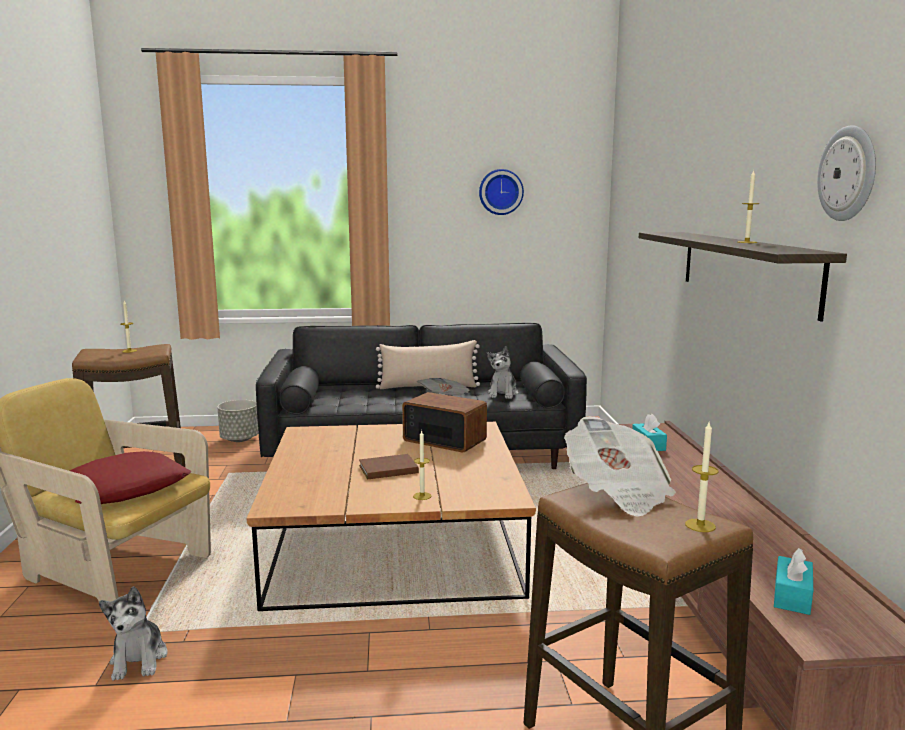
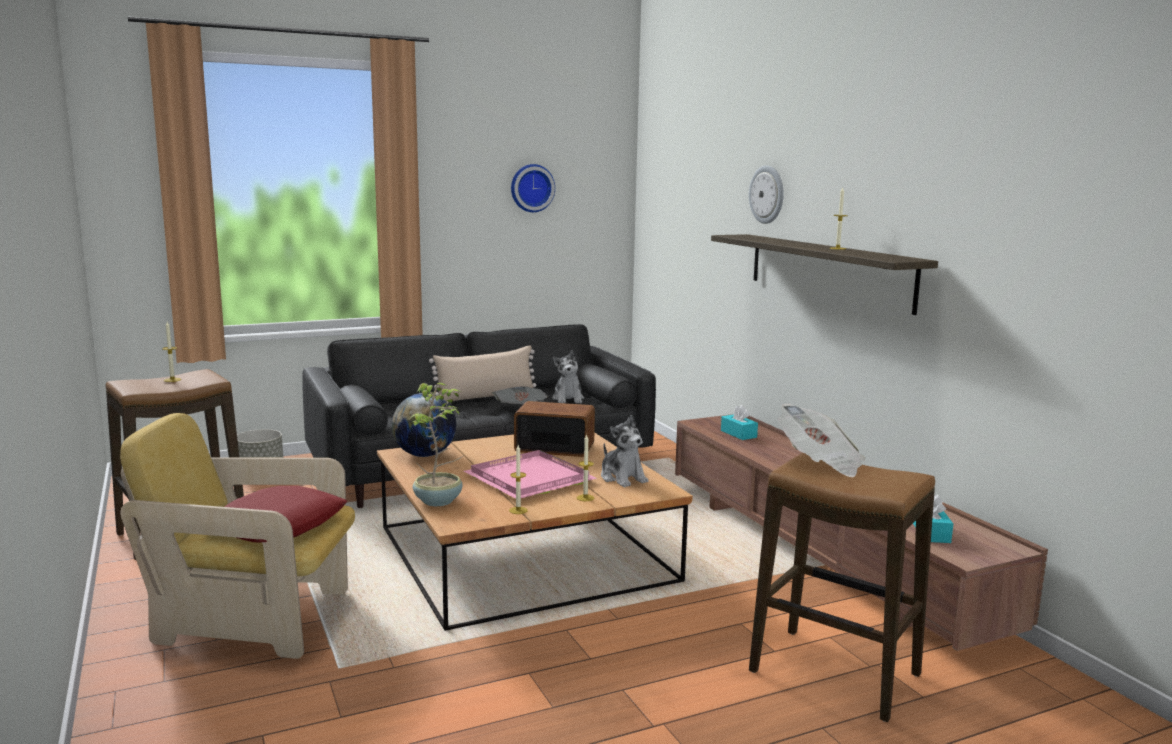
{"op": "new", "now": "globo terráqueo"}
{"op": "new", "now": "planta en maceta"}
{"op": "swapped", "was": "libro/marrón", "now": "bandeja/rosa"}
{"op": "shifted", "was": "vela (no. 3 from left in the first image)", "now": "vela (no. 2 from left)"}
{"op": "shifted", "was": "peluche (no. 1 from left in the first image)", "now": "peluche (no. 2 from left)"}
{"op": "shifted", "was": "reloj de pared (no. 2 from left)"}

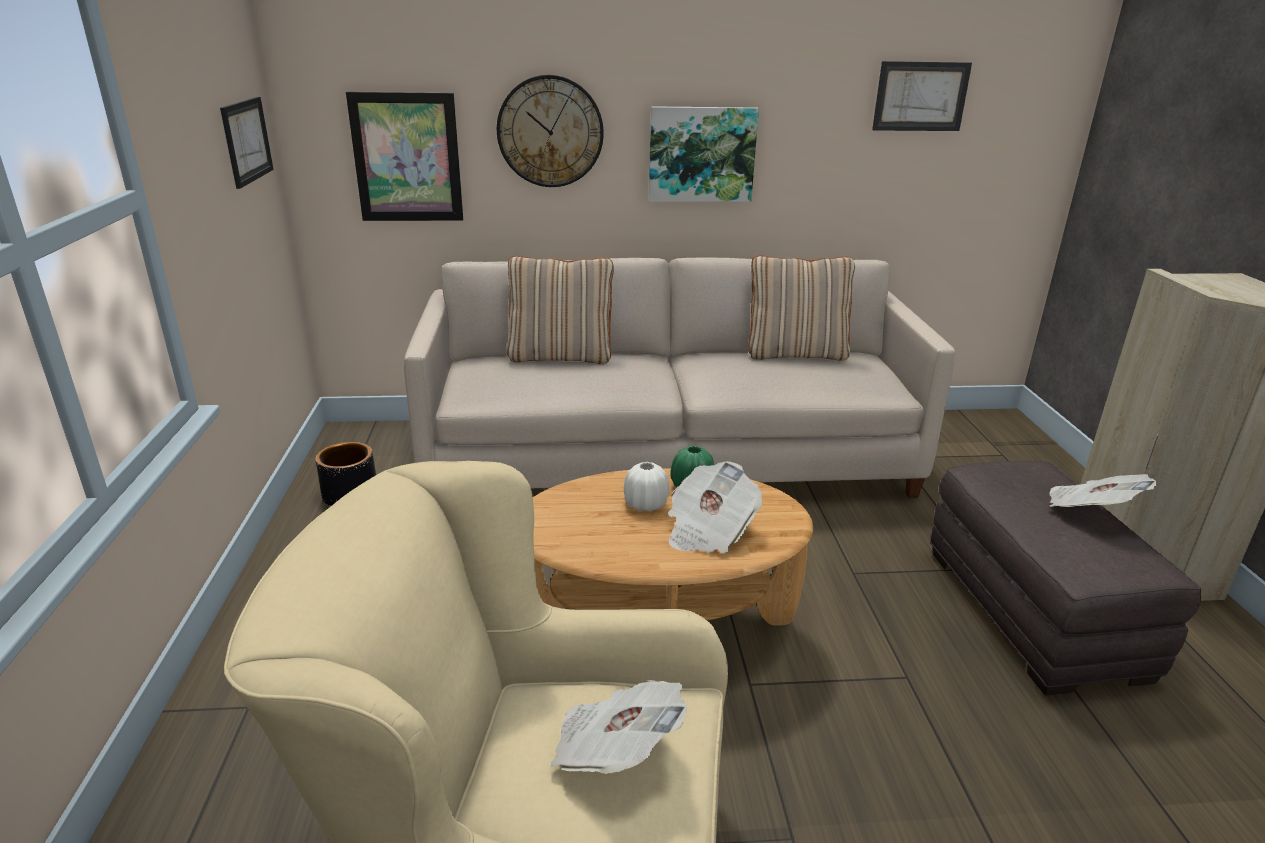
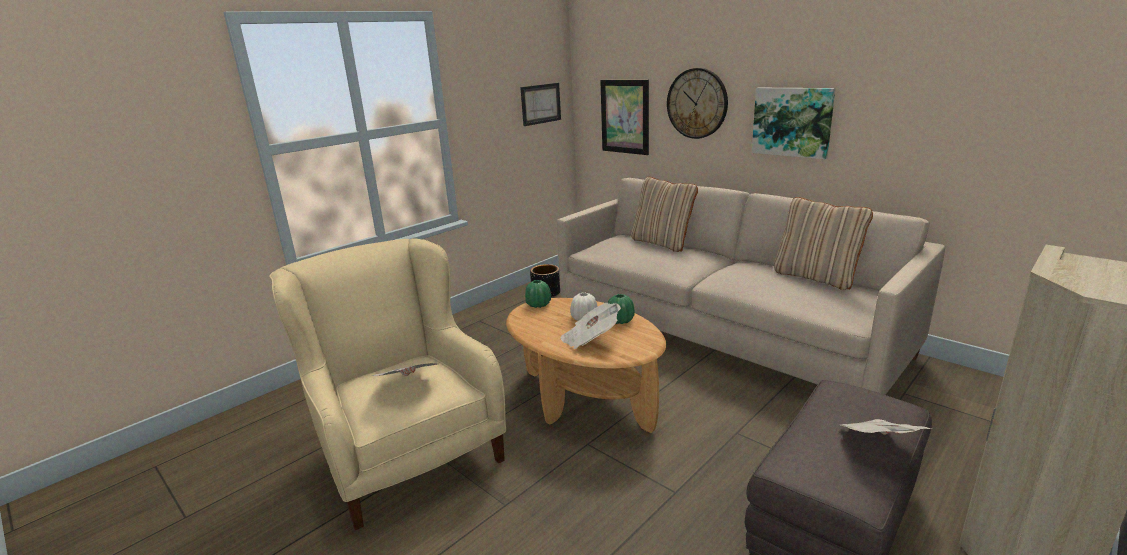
{"op": "new", "now": "florero/verde (no. 1 from left)"}
{"op": "gone", "was": "cuadro (no. 4 from left)"}

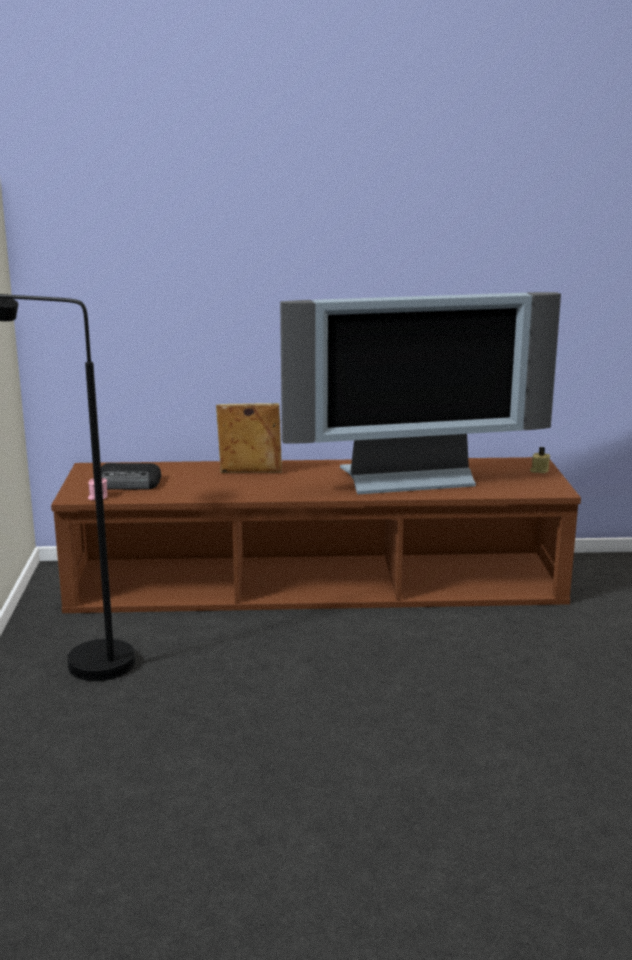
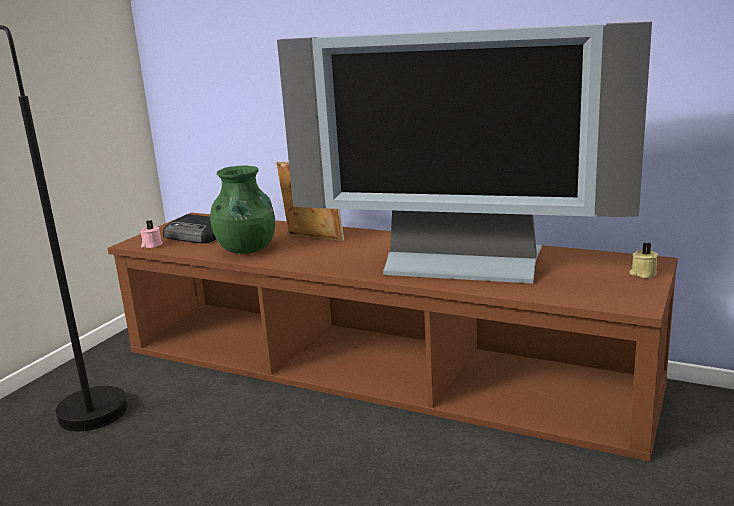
{"op": "new", "now": "florero/verde"}

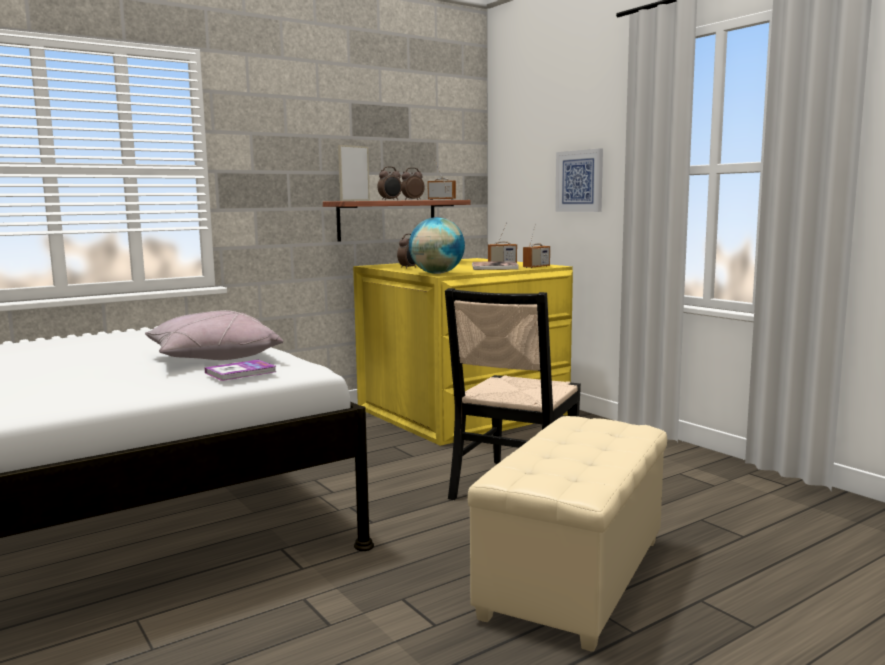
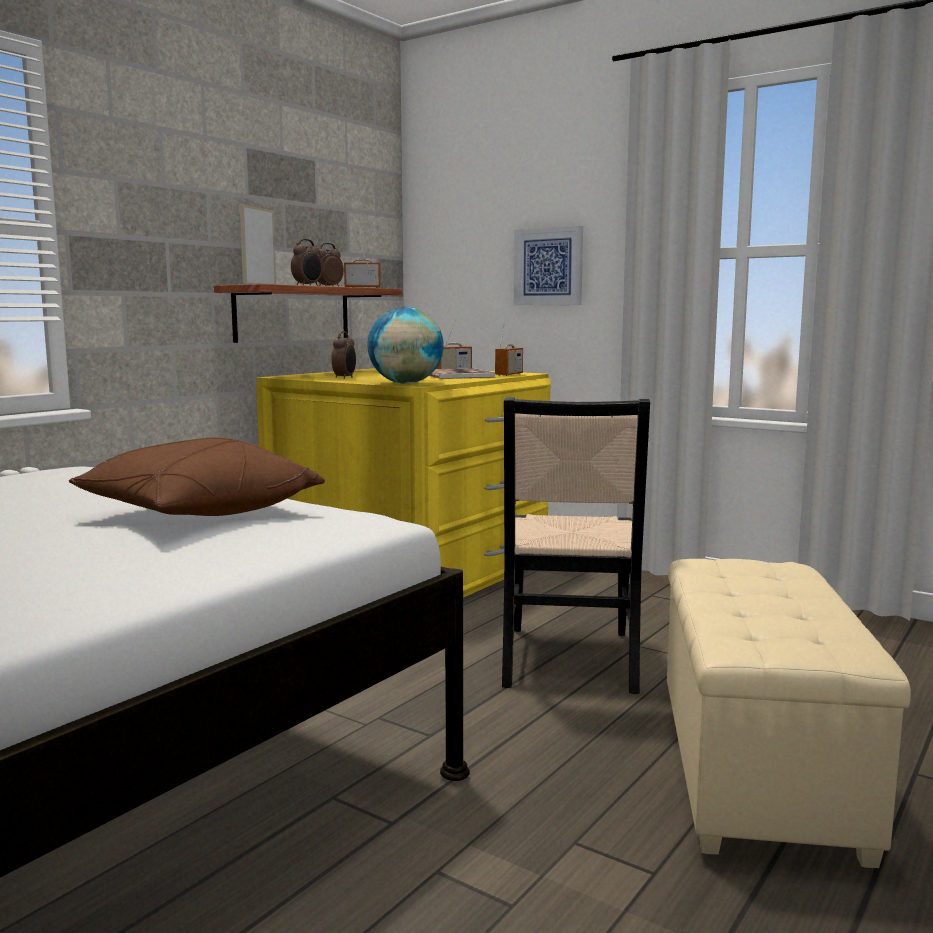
{"op": "repainted", "was": "cojín/morado", "now": "cojín/marrón"}
{"op": "gone", "was": "libro (no. 1 from left)"}

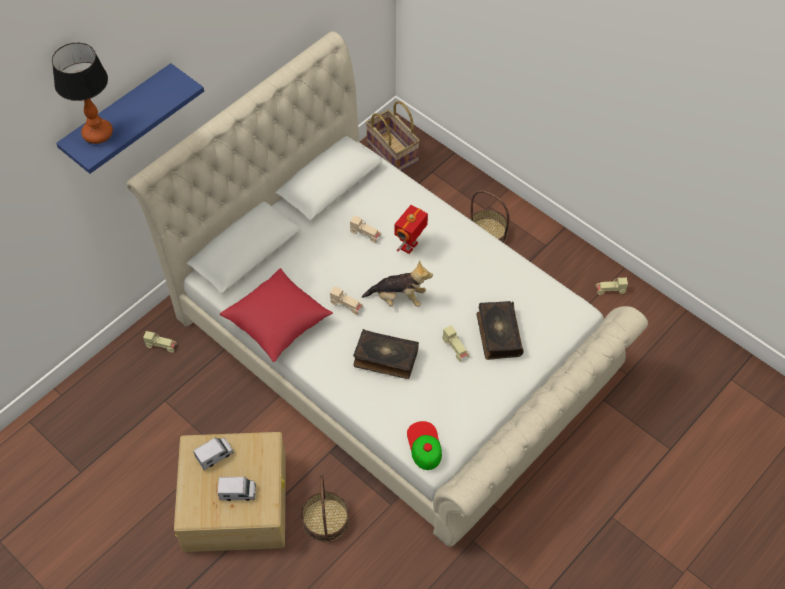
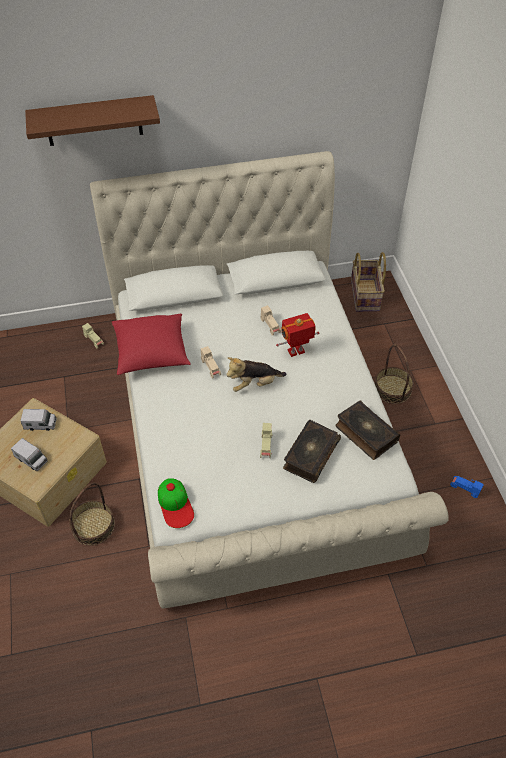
{"op": "repainted", "was": "estante/azul", "now": "estante/marrón"}
{"op": "rotated", "was": "gorra", "clockwise": 135}
{"op": "rotated", "was": "peluche", "clockwise": 120}
{"op": "shifted", "was": "libro (no. 1 from left in the first image)", "now": "libro (no. 2 from left)"}
{"op": "repainted", "was": "coche de juguete/beis (no. 5 from left)", "now": "coche de juguete/azul"}
{"op": "gone", "was": "lámpara de mesa"}

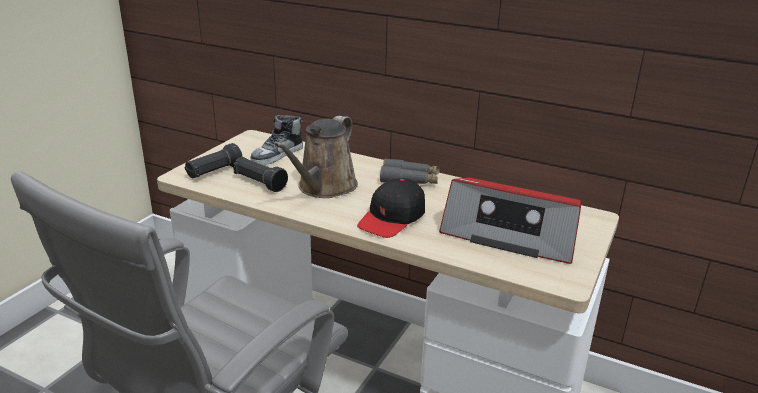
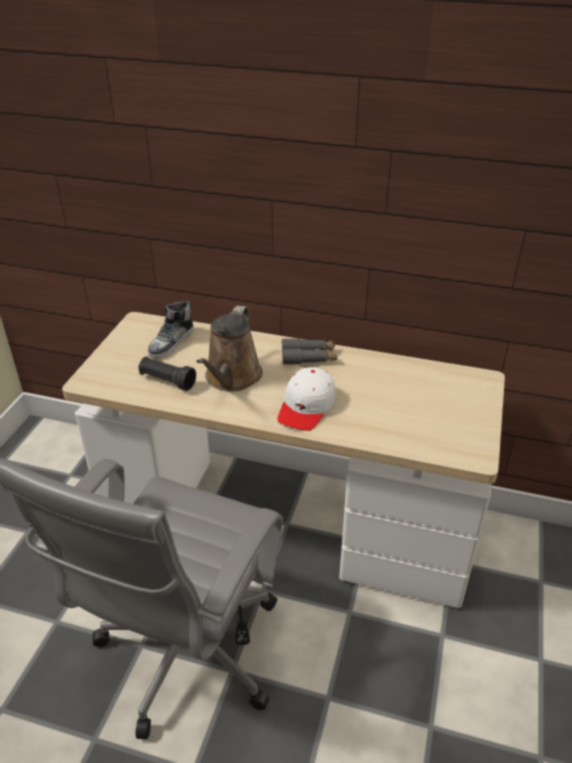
{"op": "repainted", "was": "gorra/negro", "now": "gorra/blanco"}
{"op": "gone", "was": "linterna/negro (no. 1 from left)"}
{"op": "gone", "was": "radio"}

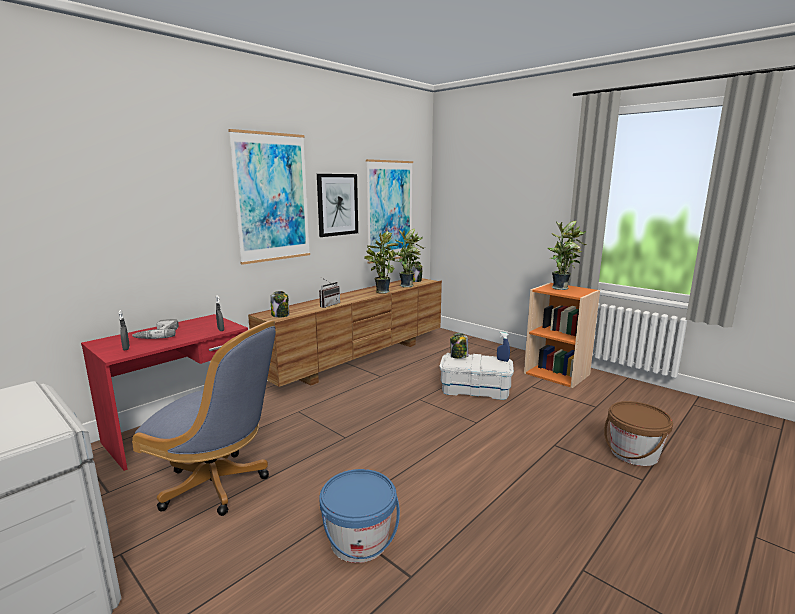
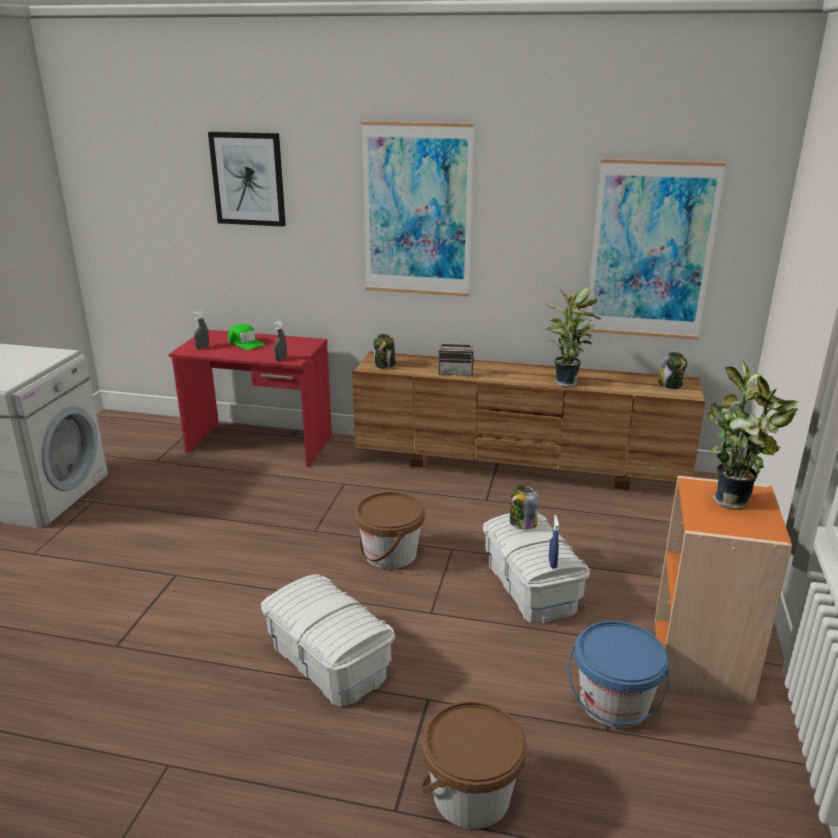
{"op": "shifted", "was": "cuadro (no. 2 from left in the first image)", "now": "cuadro (no. 1 from left)"}
{"op": "swapped", "was": "taladro", "now": "gorra/verde"}
{"op": "new", "now": "caja de almacenaje/blanco (no. 1 from left)"}
{"op": "new", "now": "cubo/marrón (no. 1 from left)"}
{"op": "shifted", "was": "cubo/azul"}
{"op": "gone", "was": "silla de oficina/azul"}
{"op": "gone", "was": "planta en maceta (no. 2 from left)"}

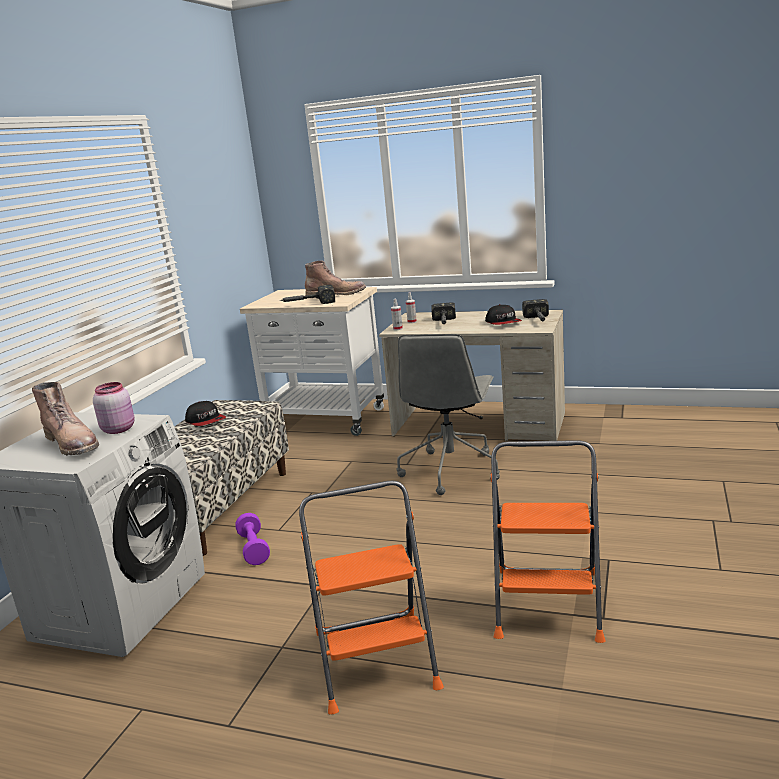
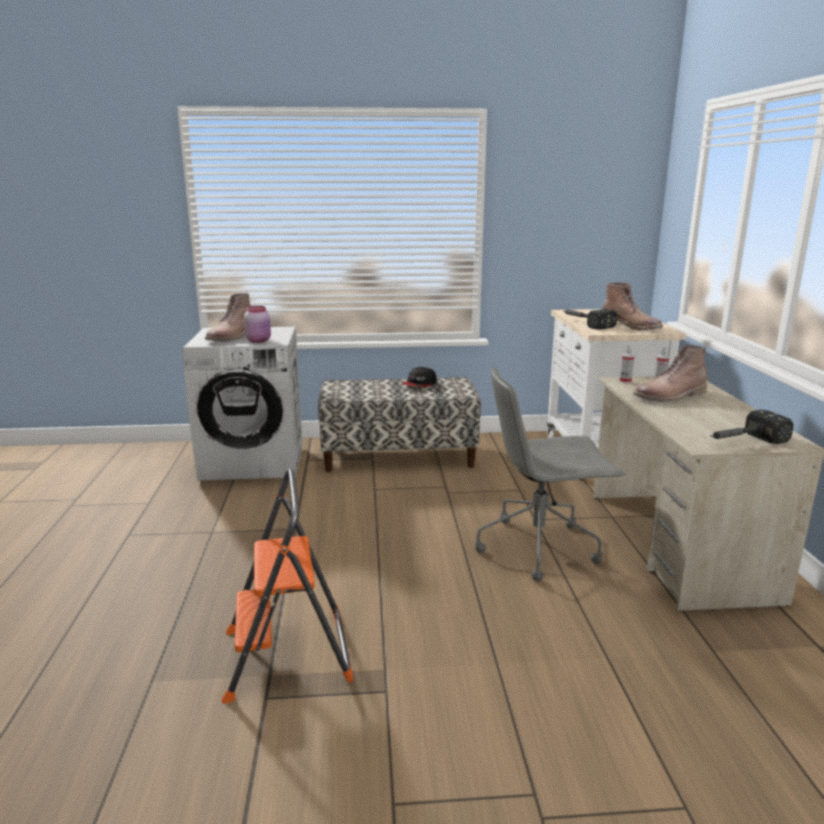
{"op": "swapped", "was": "martillo (no. 2 from left)", "now": "bota/marrón (no. 3 from left)"}
{"op": "gone", "was": "mancuerna/morado"}
{"op": "gone", "was": "escalera de tijera/naranja (no. 1 from left)"}
{"op": "gone", "was": "gorra (no. 2 from left)"}

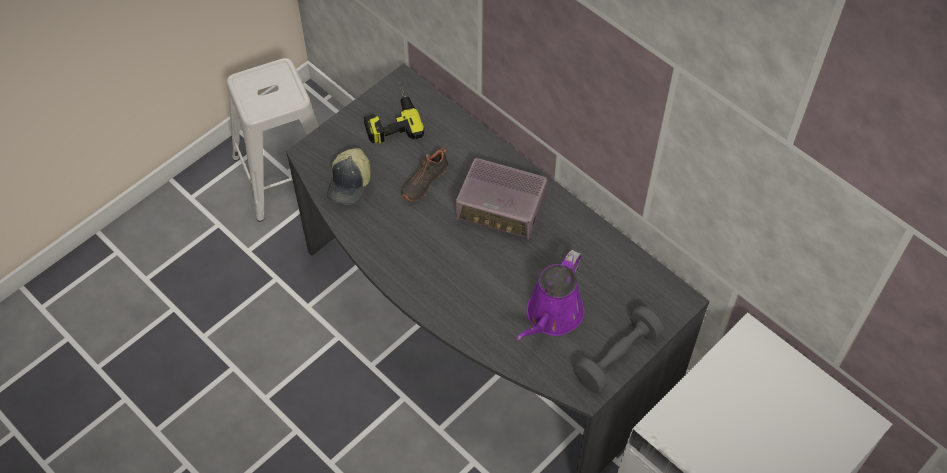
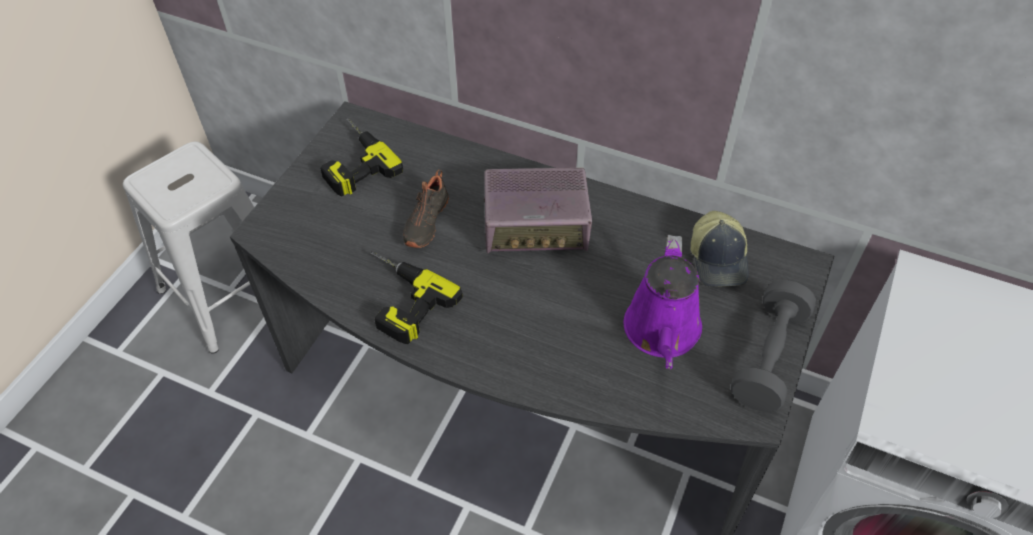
{"op": "new", "now": "taladro (no. 2 from left)"}
{"op": "shifted", "was": "gorra"}

